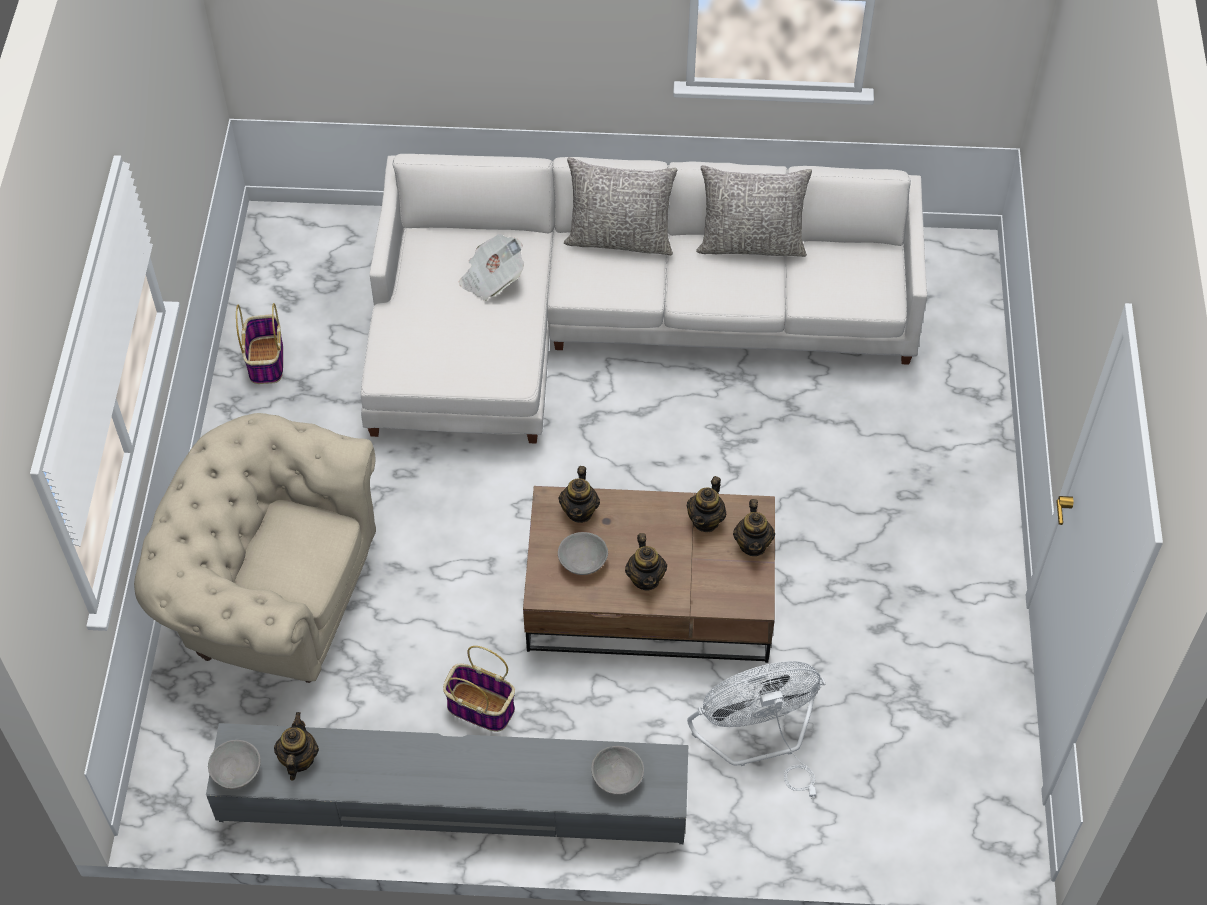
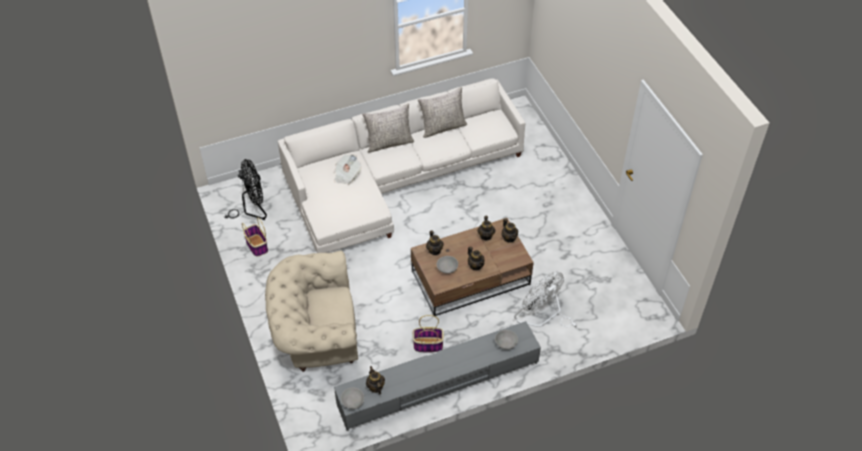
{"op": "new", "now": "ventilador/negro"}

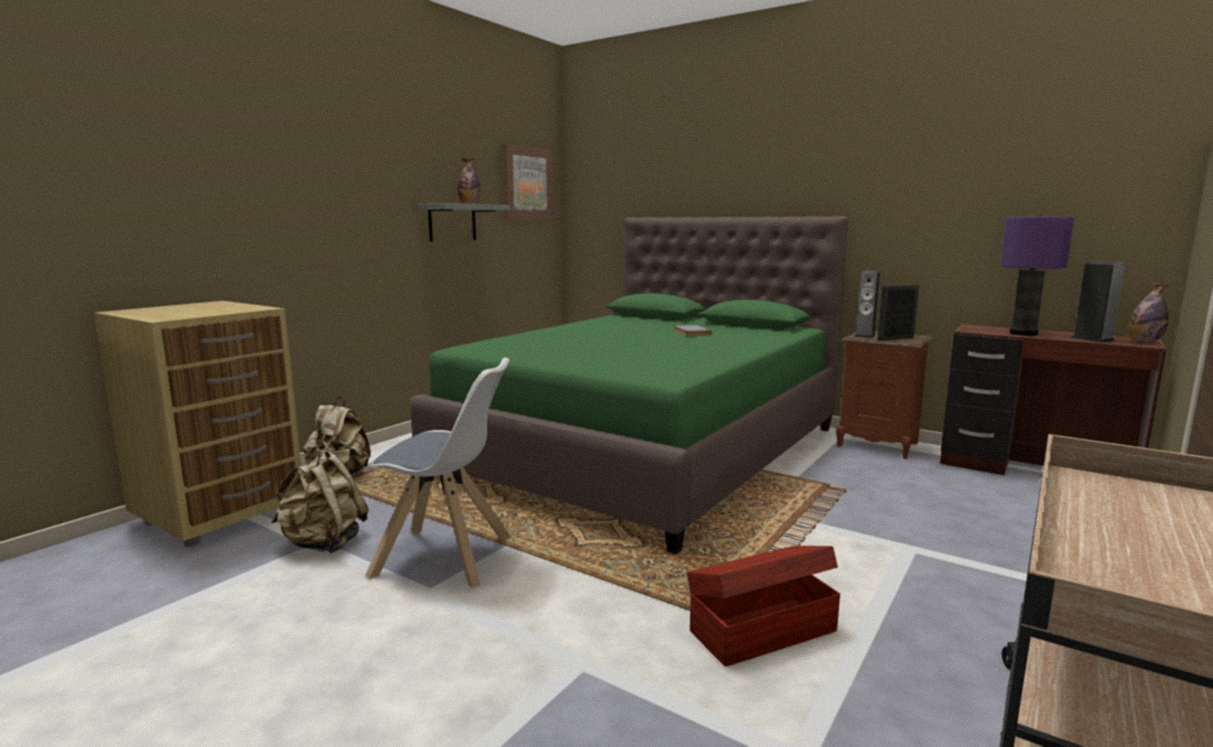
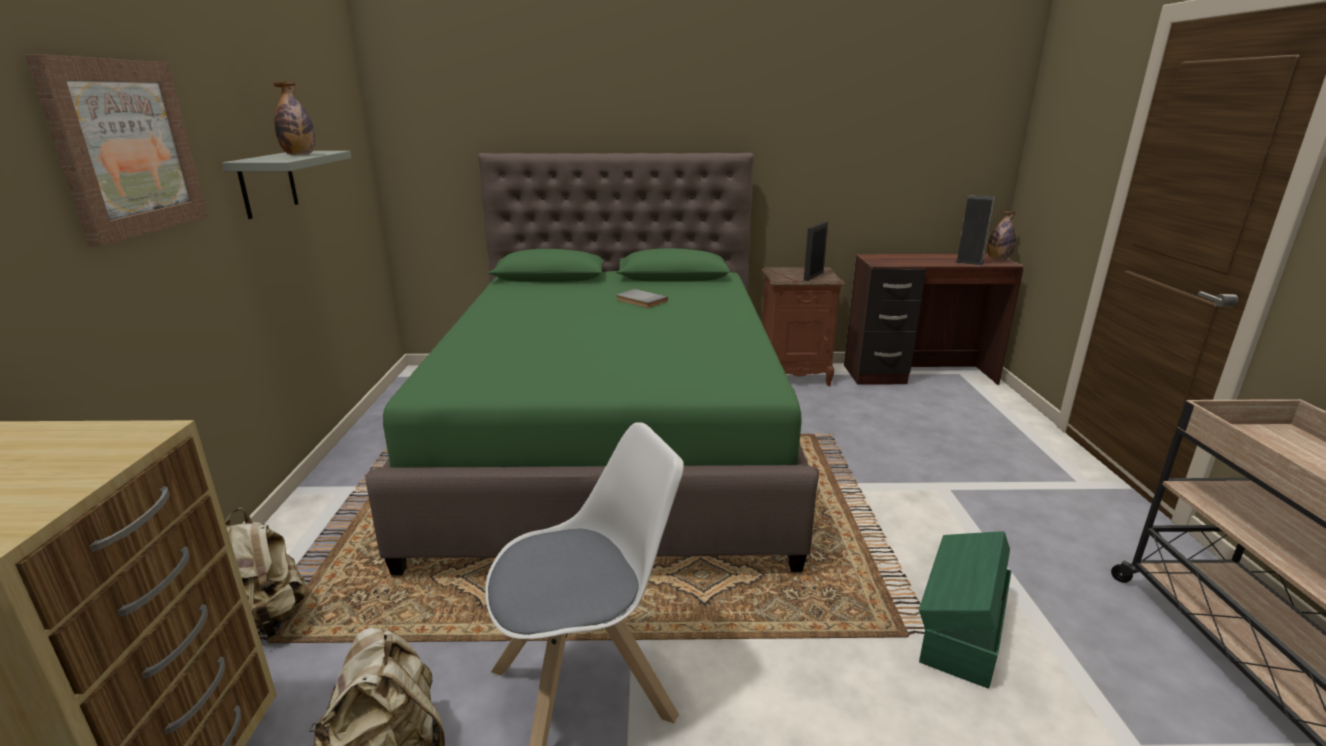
{"op": "shifted", "was": "cuadro"}
{"op": "repainted", "was": "caja de almacenaje/marrón", "now": "caja de almacenaje/verde"}
{"op": "gone", "was": "altavoz (no. 1 from left)"}
{"op": "gone", "was": "lámpara de mesa/morado"}

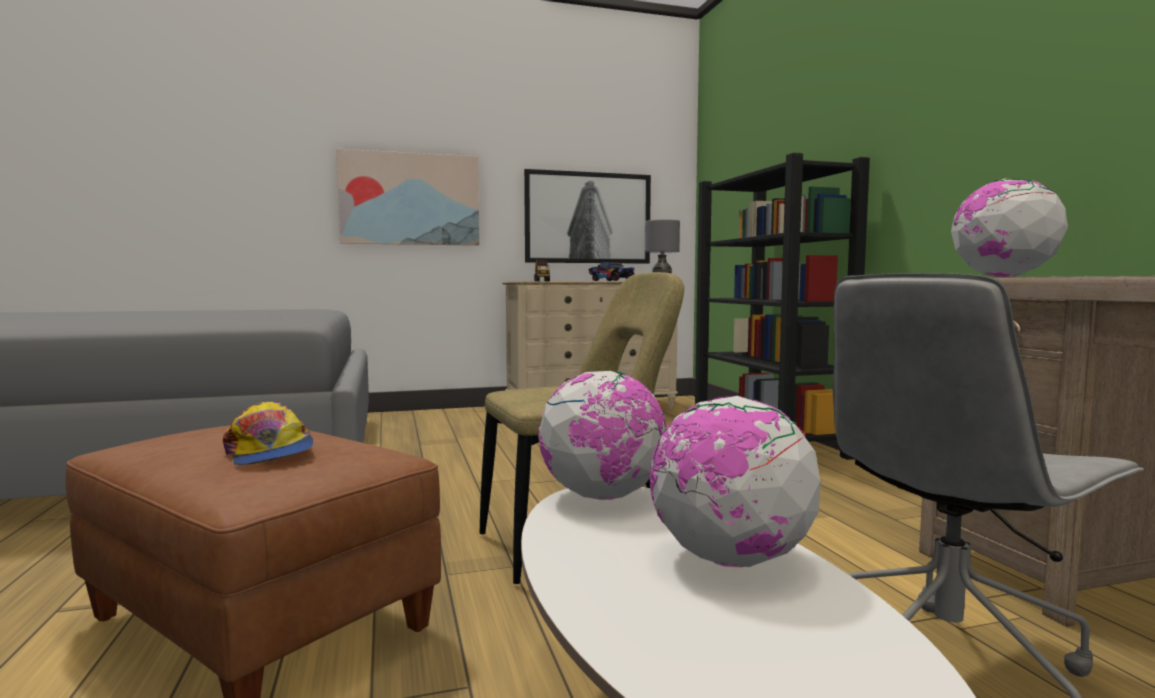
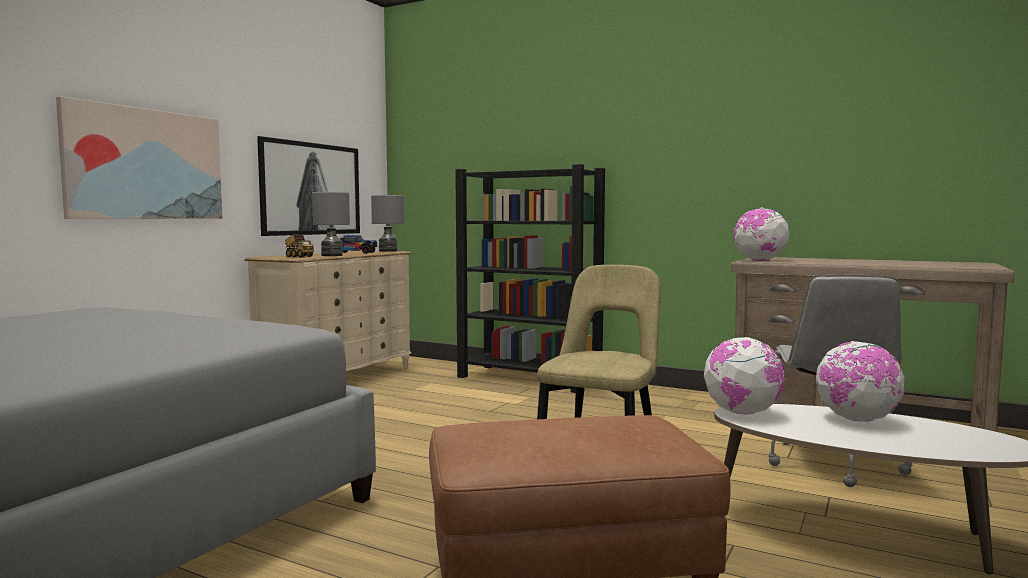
{"op": "new", "now": "lámpara de mesa/gris (no. 1 from left)"}
{"op": "gone", "was": "gorra"}

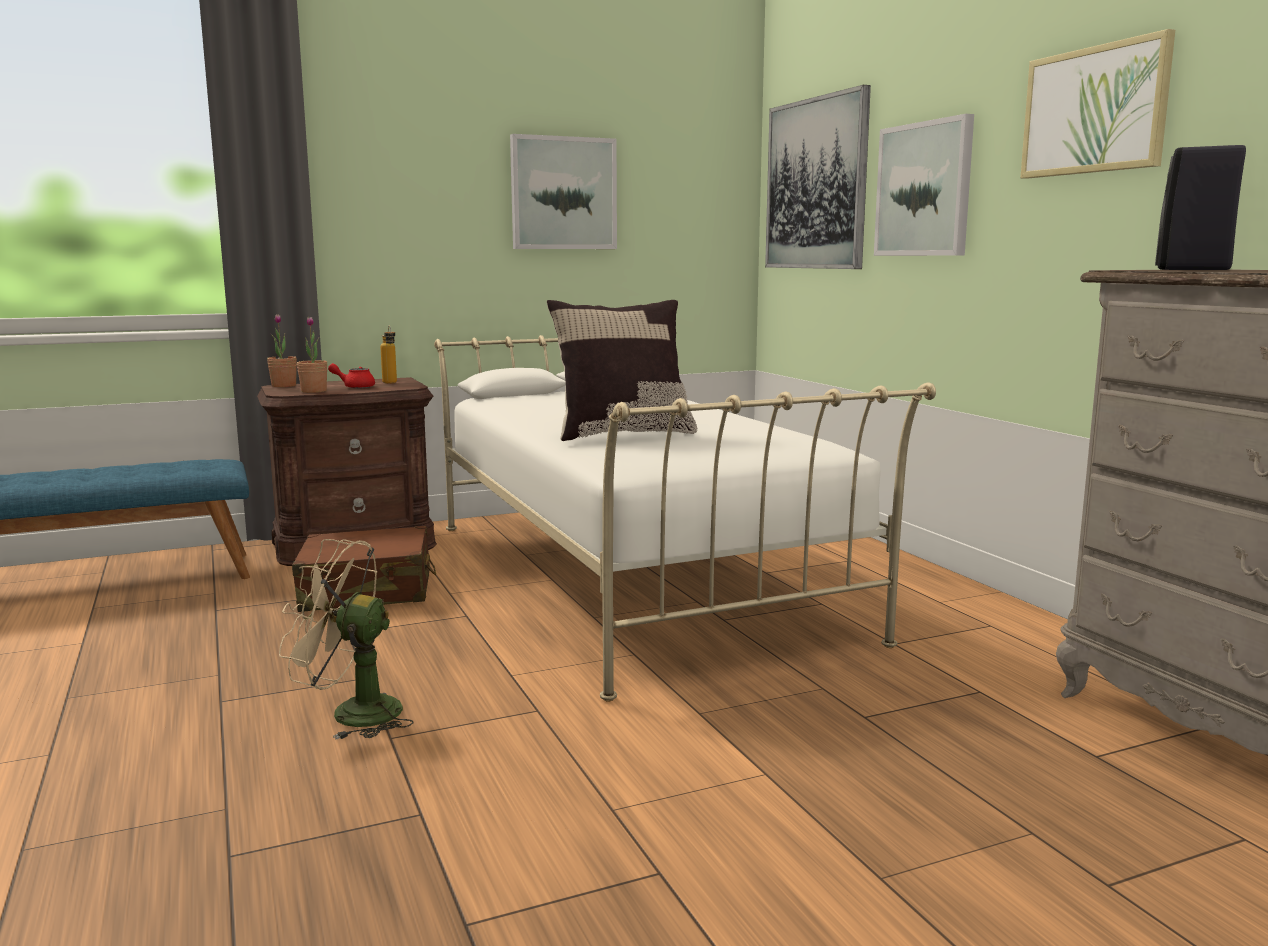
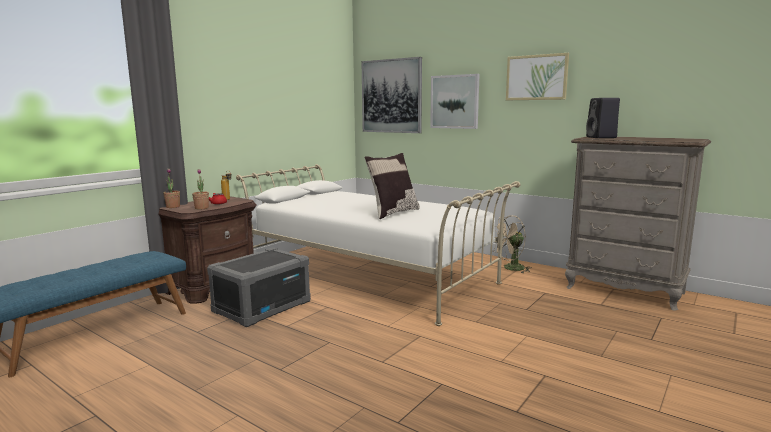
{"op": "swapped", "was": "maleta/marrón", "now": "caja de almacenaje/gris"}
{"op": "shifted", "was": "ventilador/beis"}
{"op": "gone", "was": "cuadro (no. 1 from left)"}

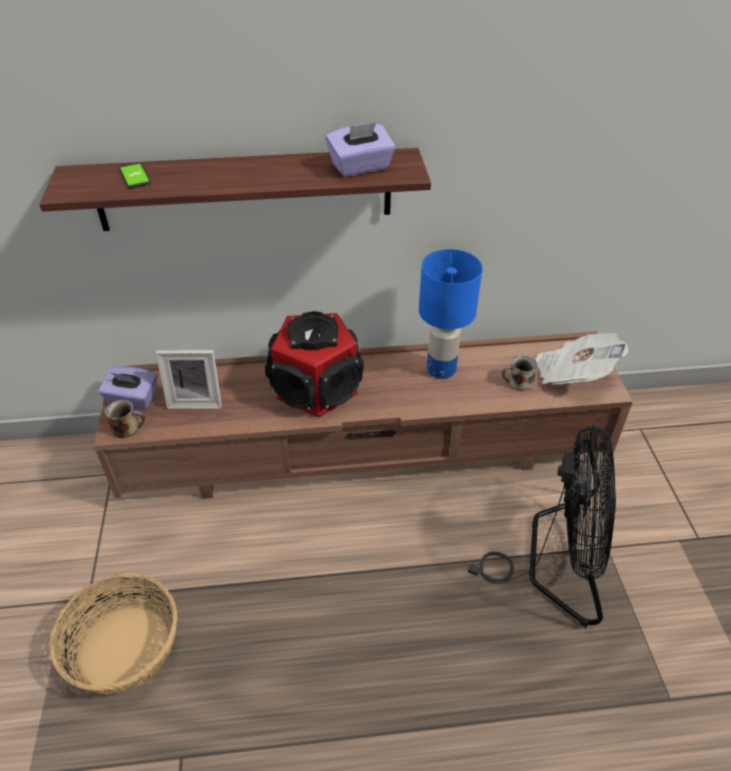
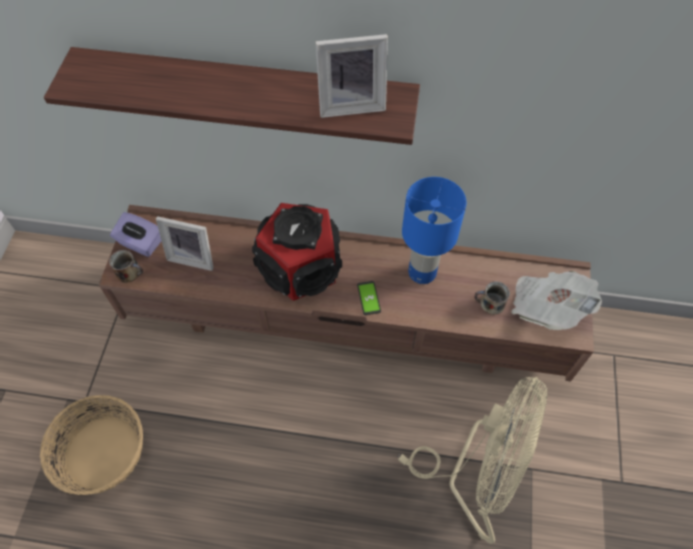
{"op": "swapped", "was": "caja de pañuelos/morado (no. 2 from left)", "now": "portarretratos (no. 2 from left)"}
{"op": "shifted", "was": "móvil"}
{"op": "repainted", "was": "ventilador/negro", "now": "ventilador/beis"}

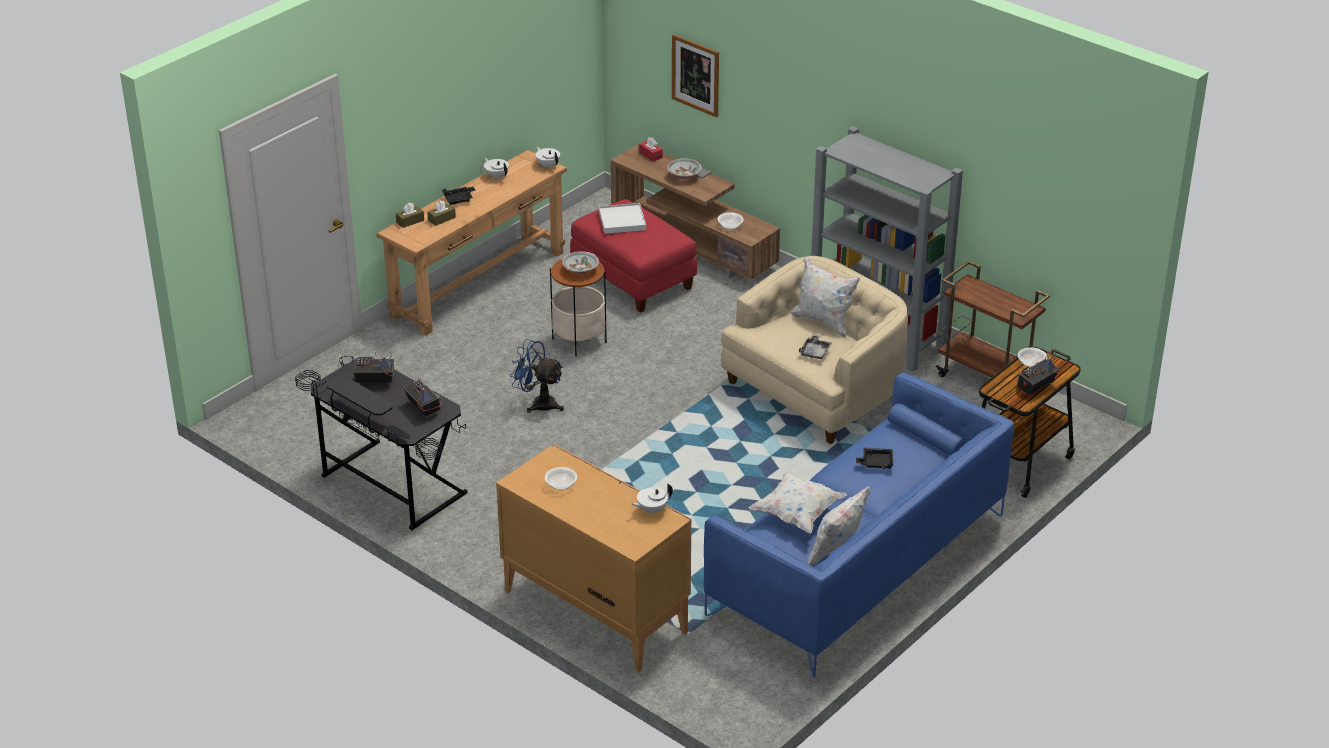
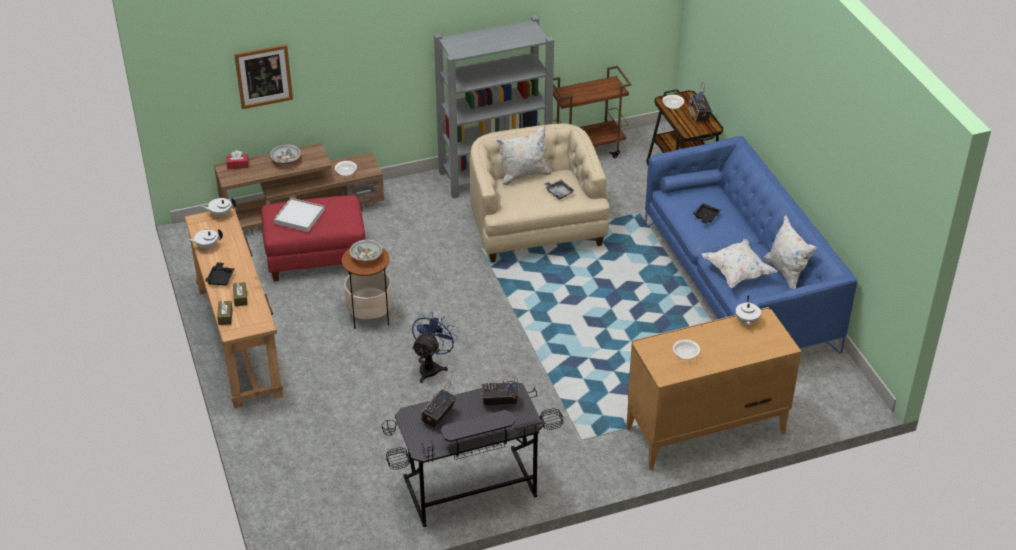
{"op": "rotated", "was": "ventilador/azul", "clockwise": 150}

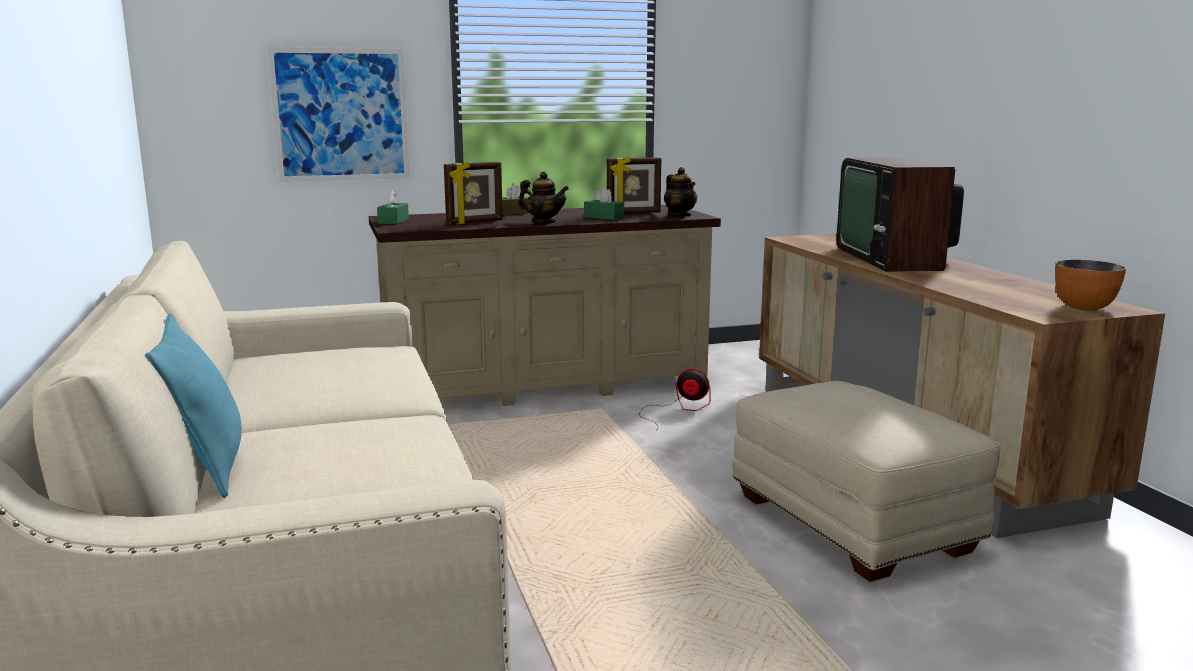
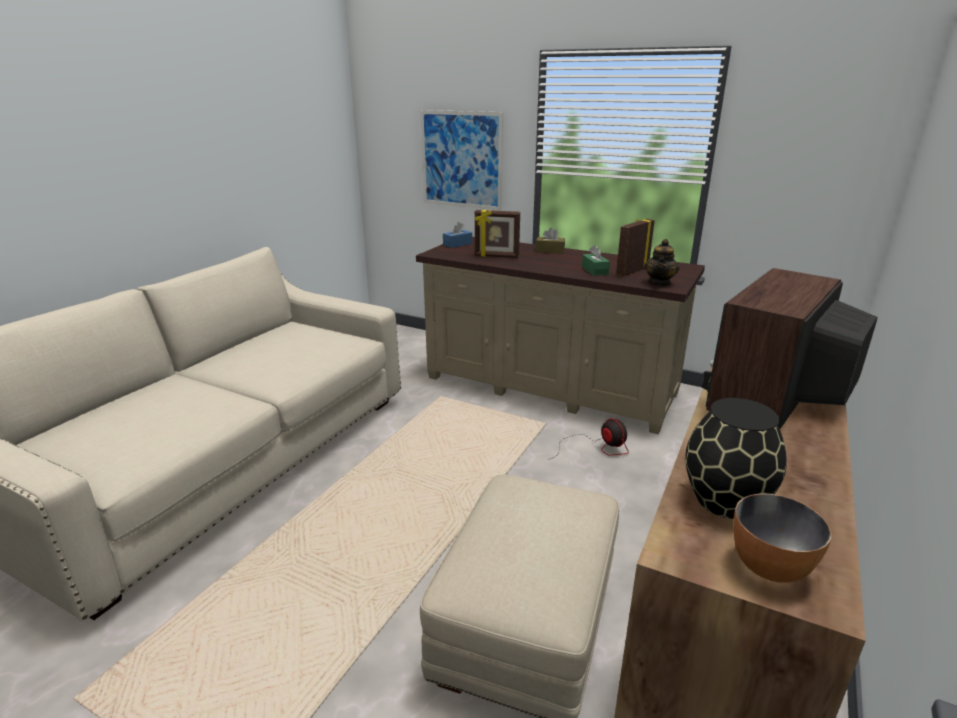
{"op": "repainted", "was": "caja de pañuelos/verde (no. 1 from left)", "now": "caja de pañuelos/azul"}
{"op": "rotated", "was": "portarretratos (no. 2 from left)", "clockwise": 105}
{"op": "new", "now": "florero/negro"}
{"op": "gone", "was": "cojín/turquesa"}
{"op": "gone", "was": "tetera (no. 1 from left)"}

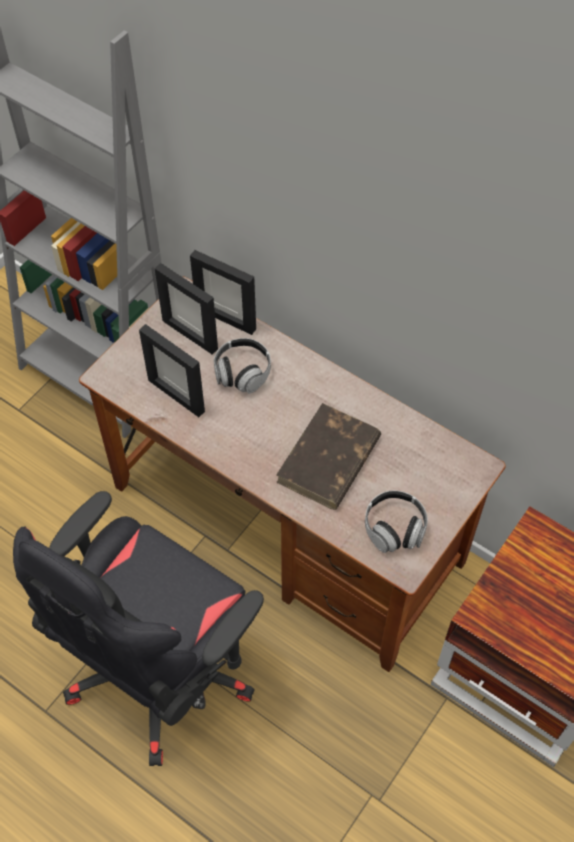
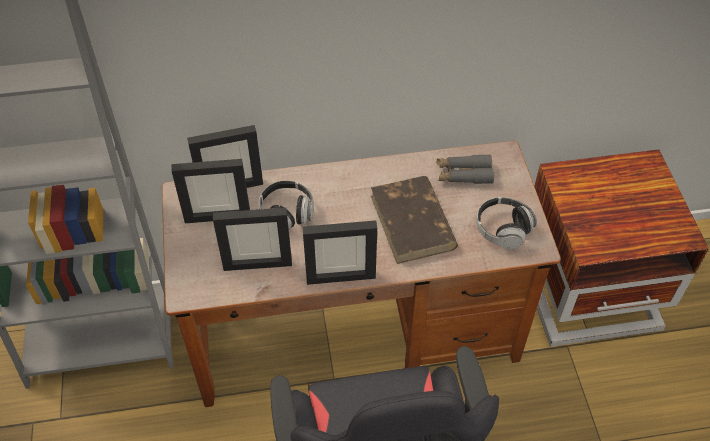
{"op": "new", "now": "portarretratos (no. 4 from left)"}
{"op": "new", "now": "prismáticos/gris"}

